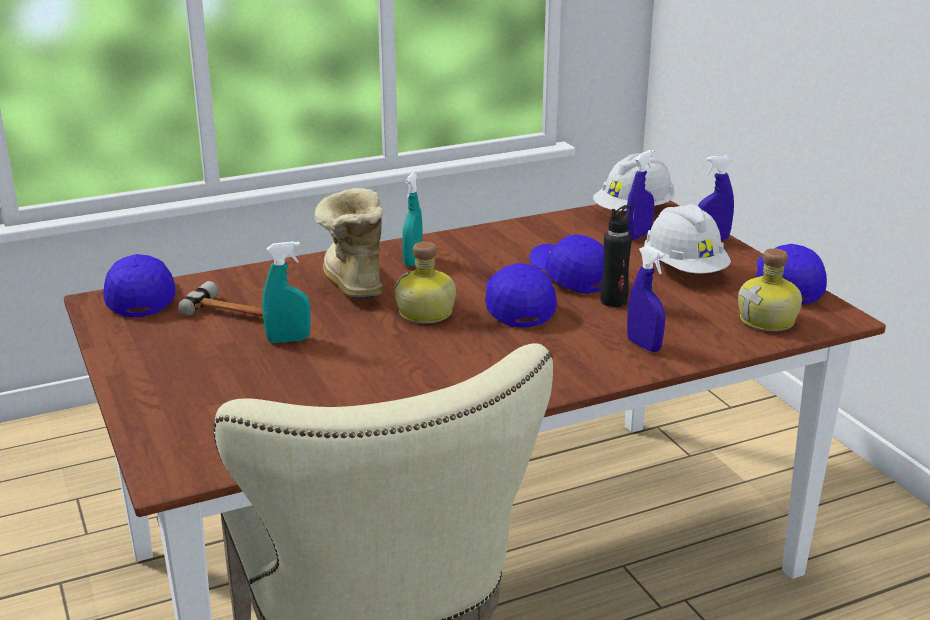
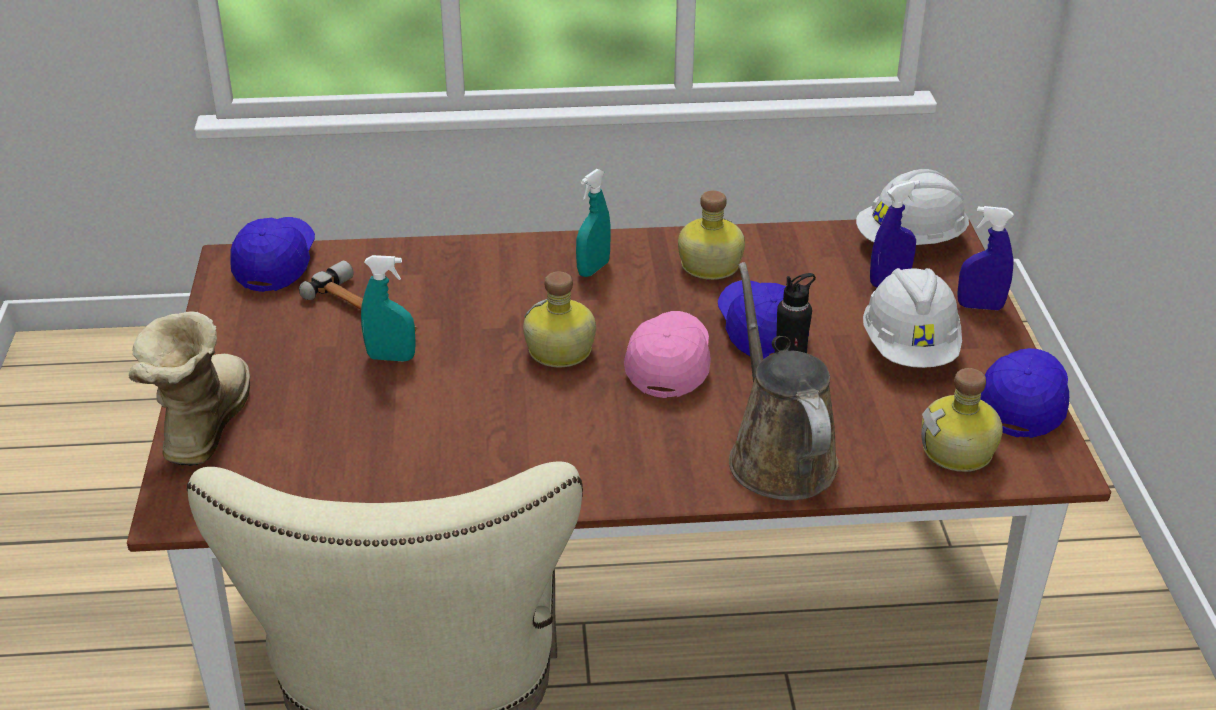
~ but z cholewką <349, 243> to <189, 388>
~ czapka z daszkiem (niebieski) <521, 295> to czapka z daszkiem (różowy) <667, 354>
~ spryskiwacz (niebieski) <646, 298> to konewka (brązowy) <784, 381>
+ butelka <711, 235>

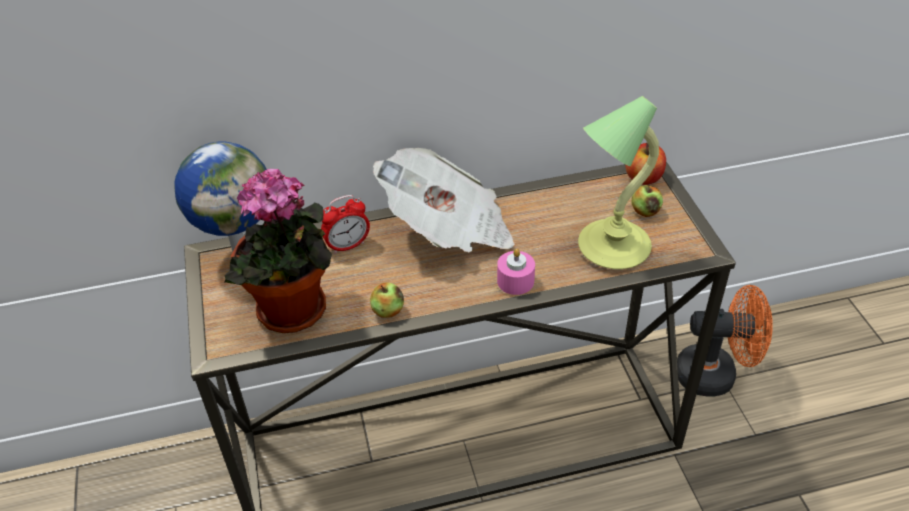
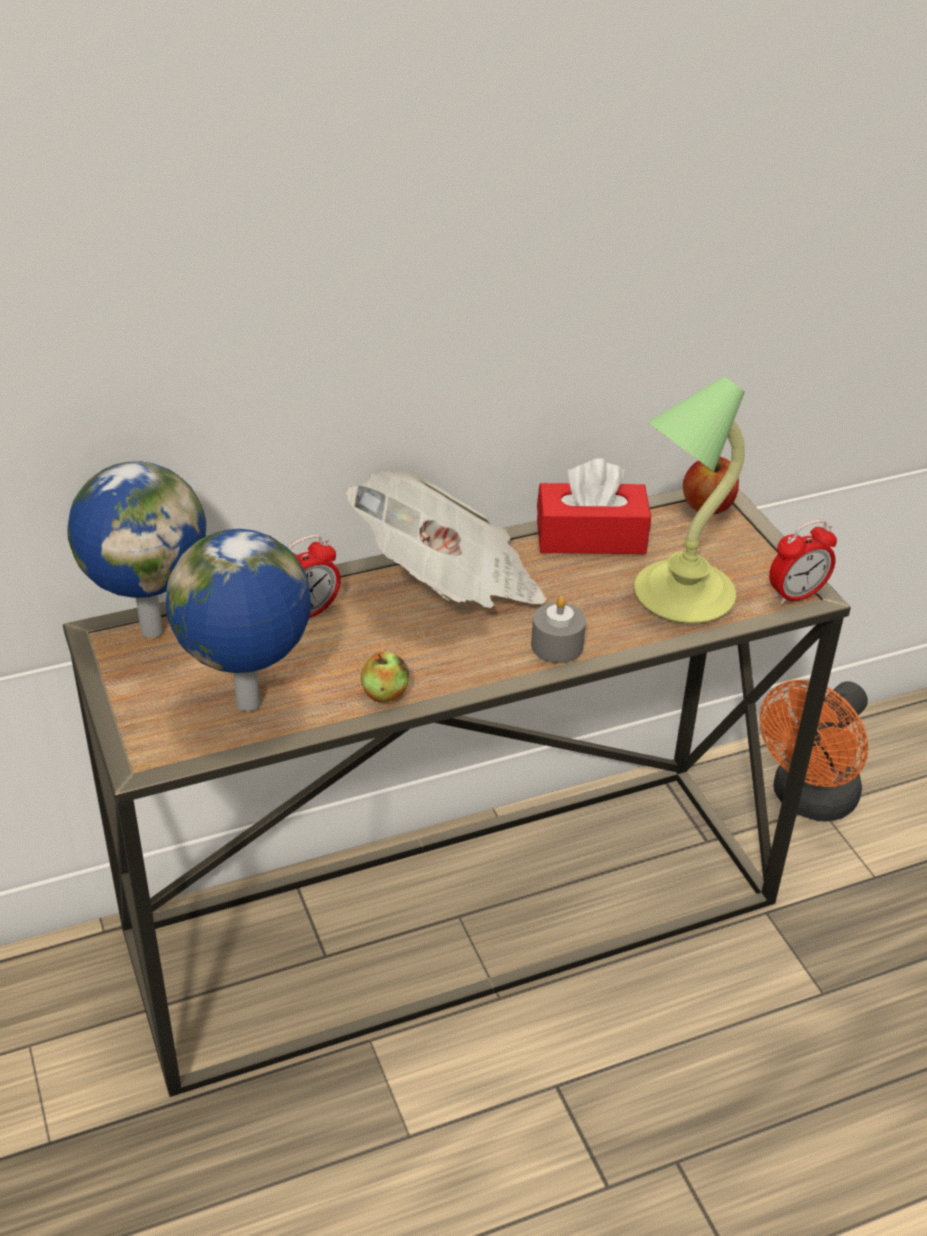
~ roślina doniczkowa <278, 250> to globus <238, 620>
~ świeca (różowy) <516, 272> to świeca (szary) <558, 629>
- jabłko <647, 200>
~ wentylator (pomarańczowy) <725, 341> = <814, 750> 135 degrees clockwise
+ pudełko chusteczek (czerwony) <594, 506>
+ budzik <803, 562>

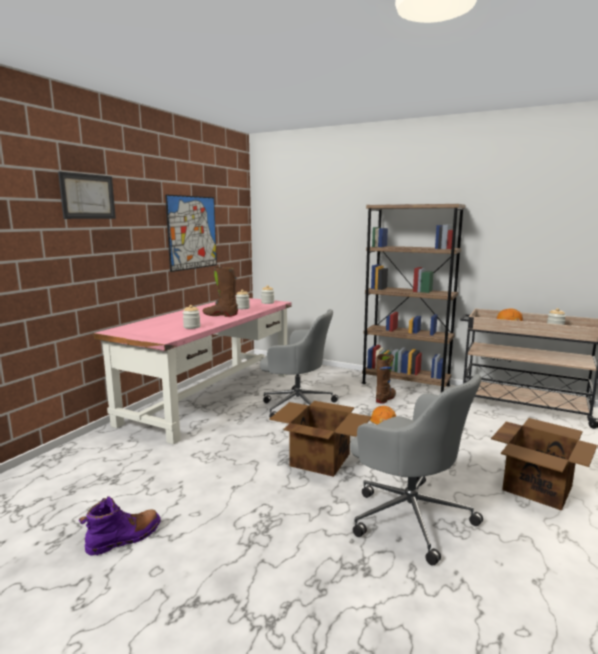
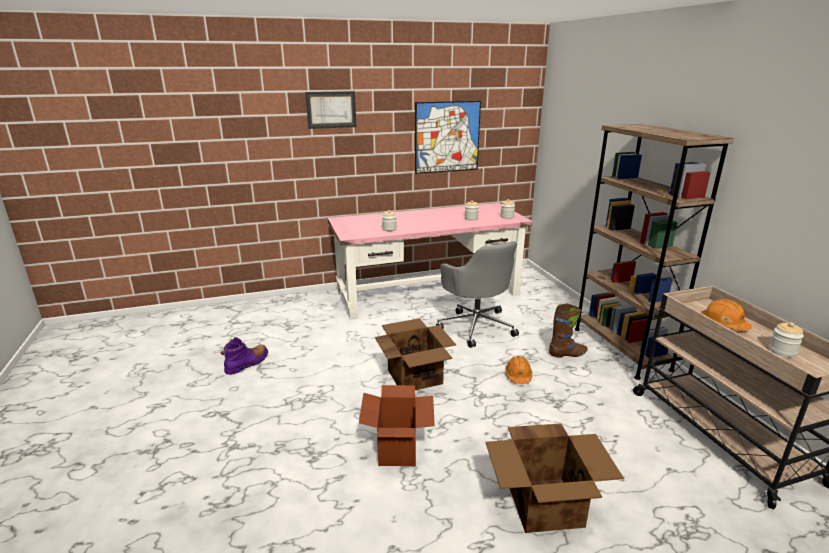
~ but z cholewką (fioletowy) <120, 526> = <244, 356> 60 degrees counterclockwise
- but z cholewką (brązowy) <220, 292>
~ krzesło biurowe (szary) <416, 469> to karton <397, 425>

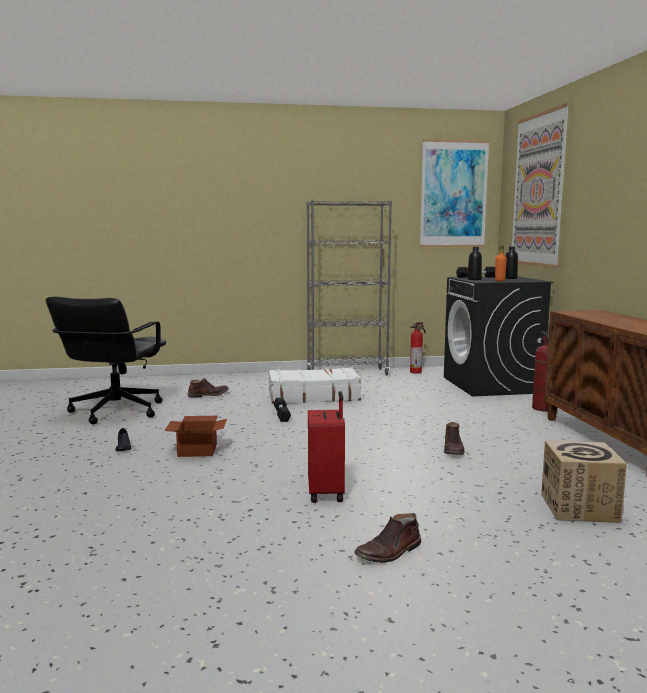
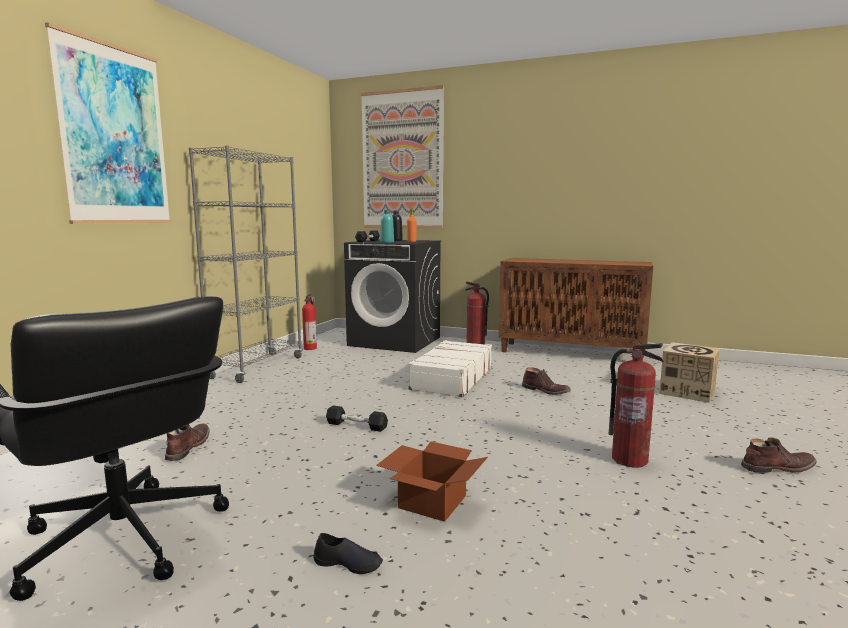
~ walizka (biały) <315, 386> to <450, 368>
~ walizka (czerwony) <326, 447> to gaśnica <636, 405>
~ but z cholewką (brązowy) <387, 538> = <779, 455> 90 degrees counterclockwise
~ obraz <455, 193> to <108, 123>
~ butelka (czarny) <474, 263> to butelka (turkusowy) <387, 226>

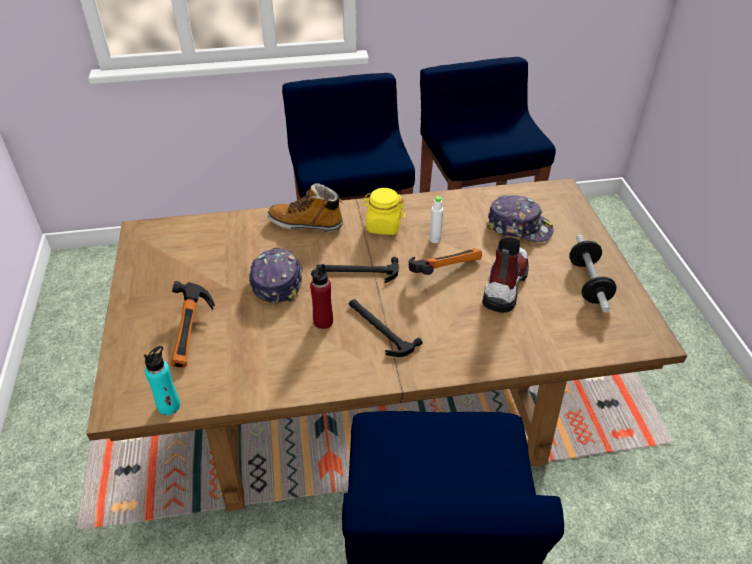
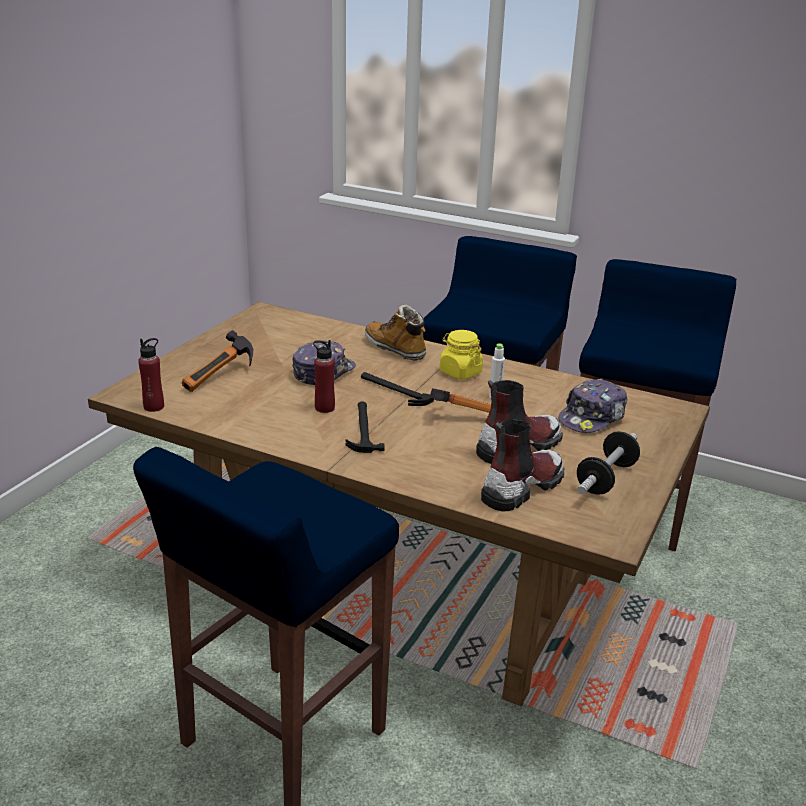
~ butelka (turkusowy) <162, 380> to butelka (czerwony) <151, 375>
~ czapka z daszkiem <520, 218> = <592, 406> 75 degrees clockwise
+ but z cholewką <522, 465>

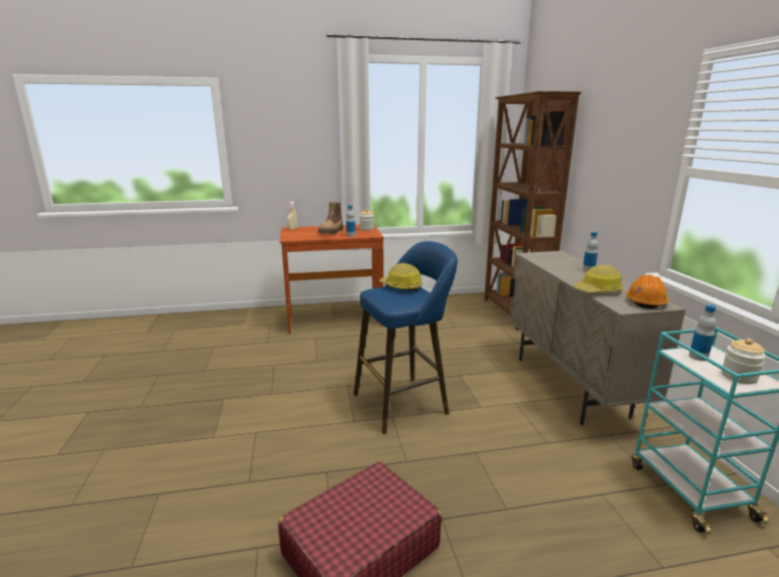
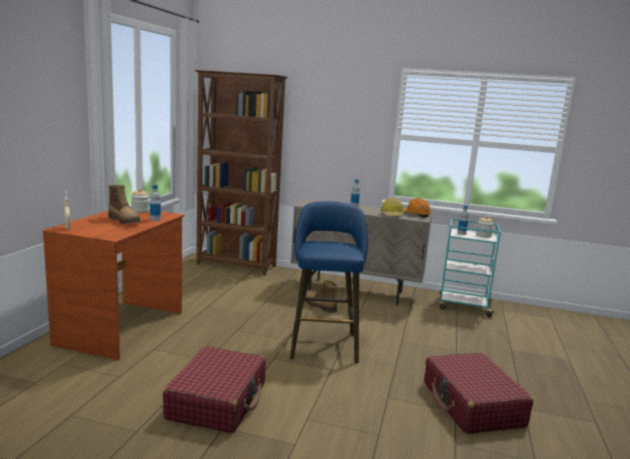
- kask <401, 277>
+ walizka (czerwony) <214, 389>
+ but z cholewką <321, 296>

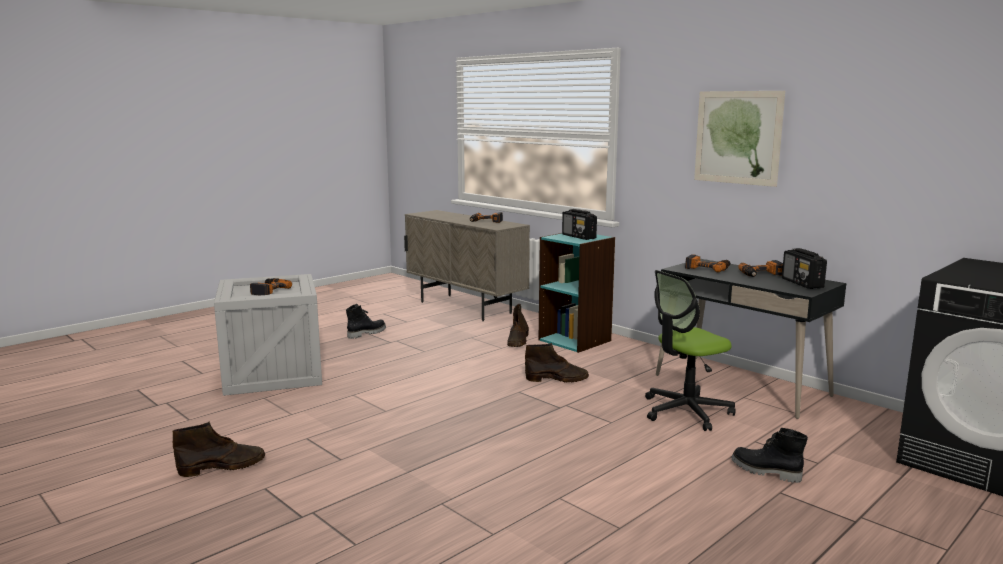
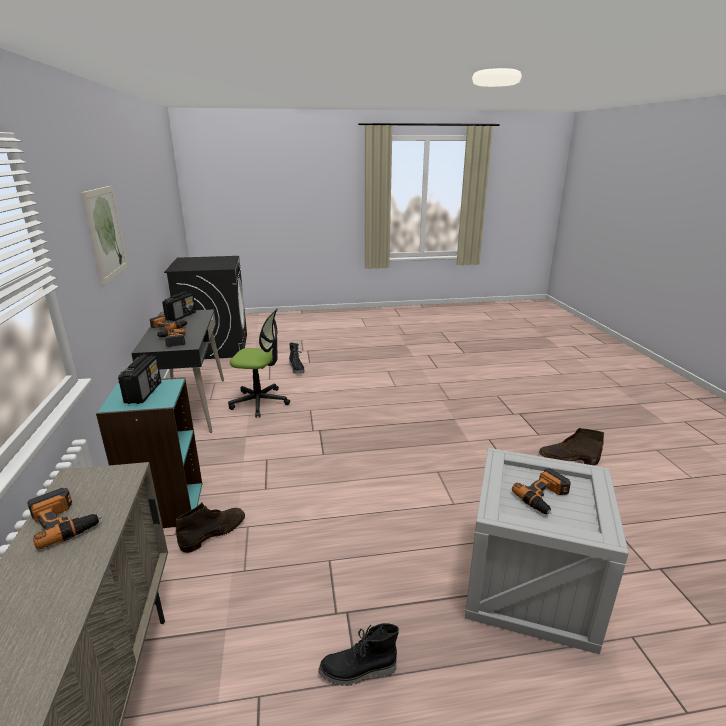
- but z cholewką (brązowy) <557, 363>

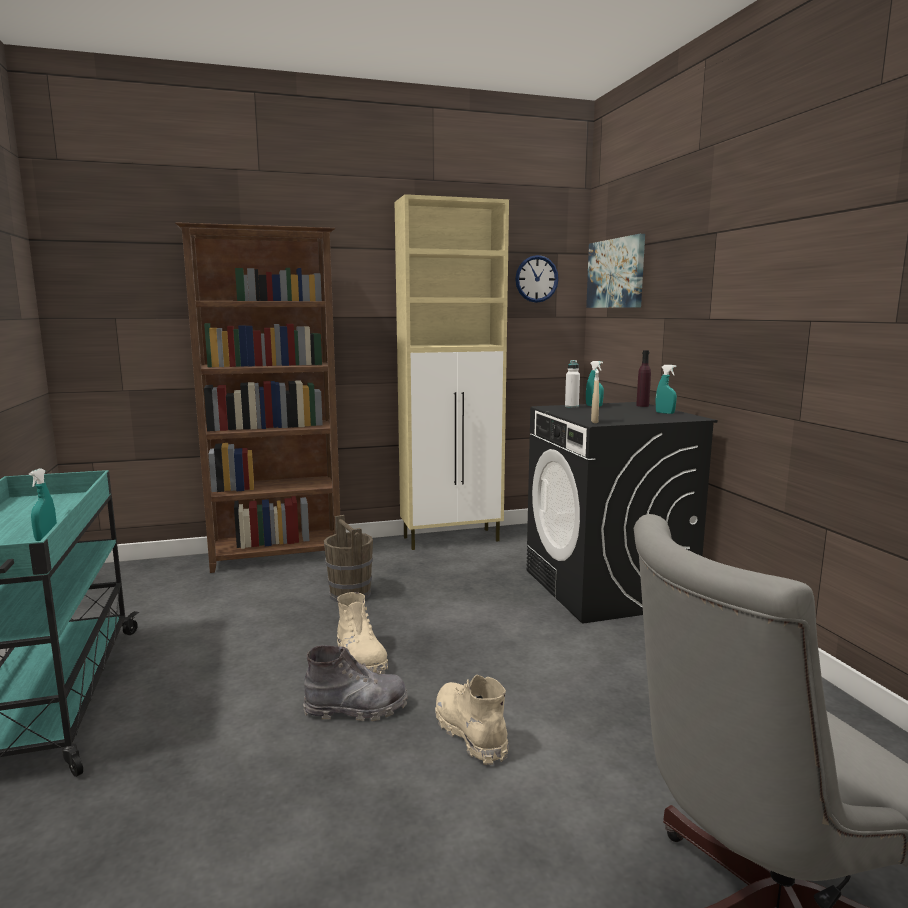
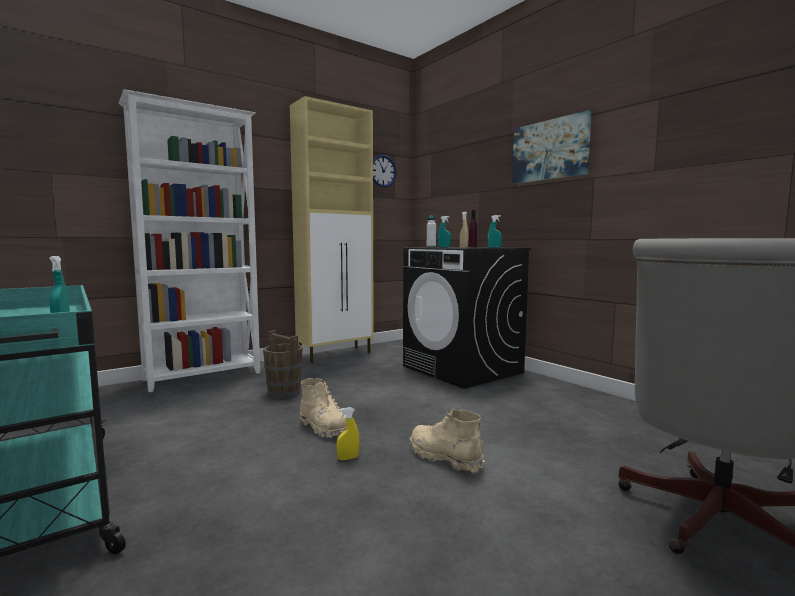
~ regał (brązowy) <257, 397> to regał (biały) <189, 240>
~ but z cholewką (szary) <355, 683> to spryskiwacz (żółty) <348, 433>
~ obraz <615, 271> to <552, 147>

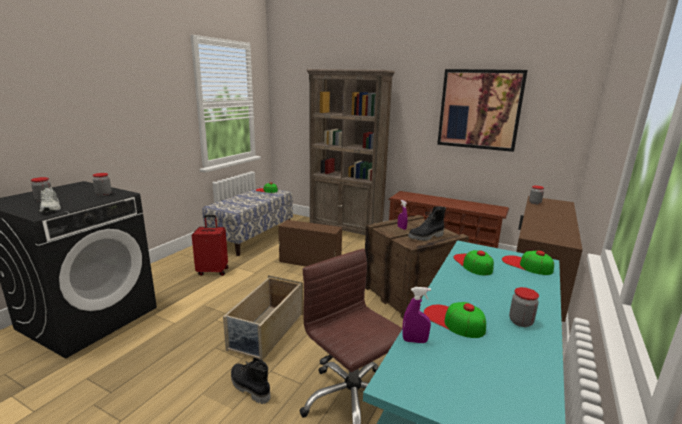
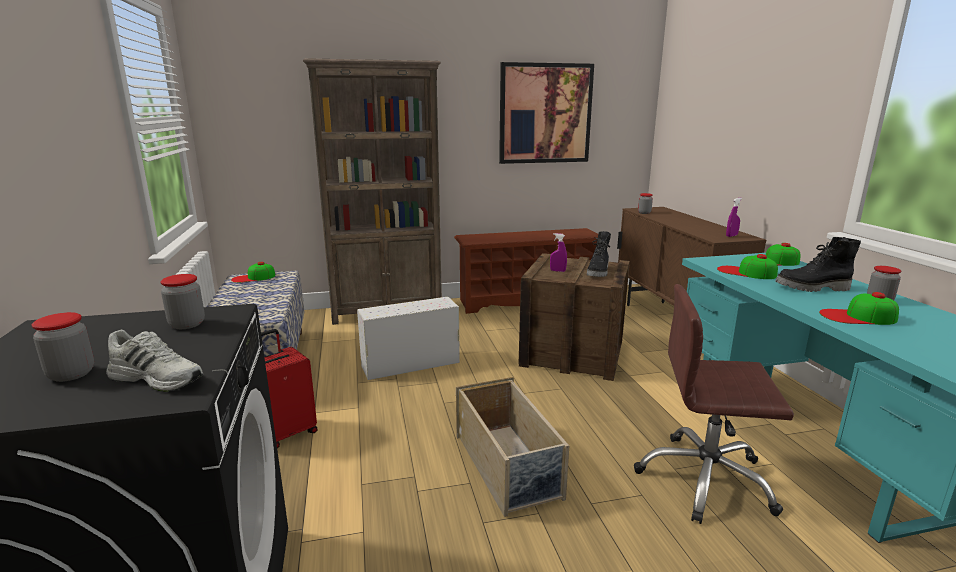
~ but z cholewką (czarny) <250, 380> to <818, 264>
~ pojemnik do przechowywania (brązowy) <310, 243> to pojemnik do przechowywania (biały) <408, 338>
~ spryskiwacz (fioletowy) <416, 315> to <734, 217>

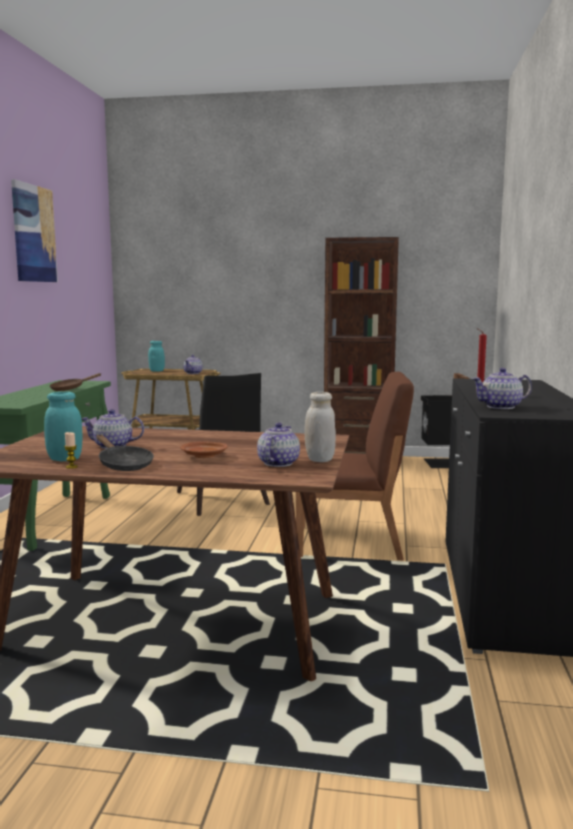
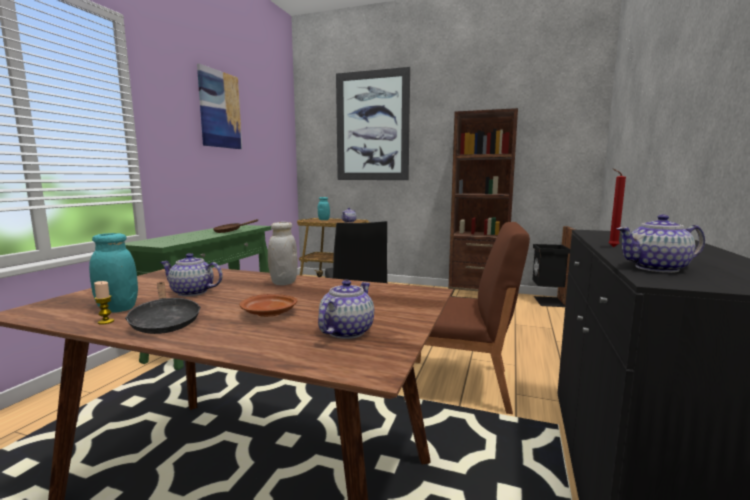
~ słoik (biały) <320, 427> to <283, 253>
+ obraz <373, 123>

